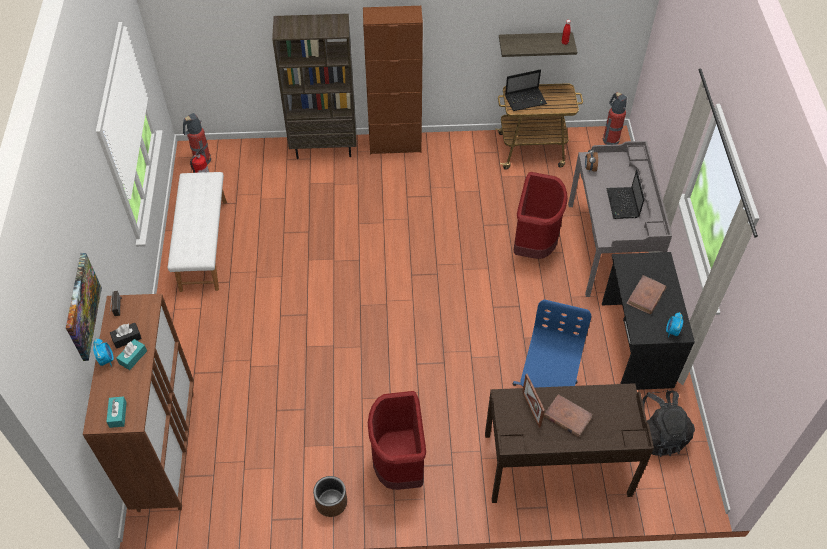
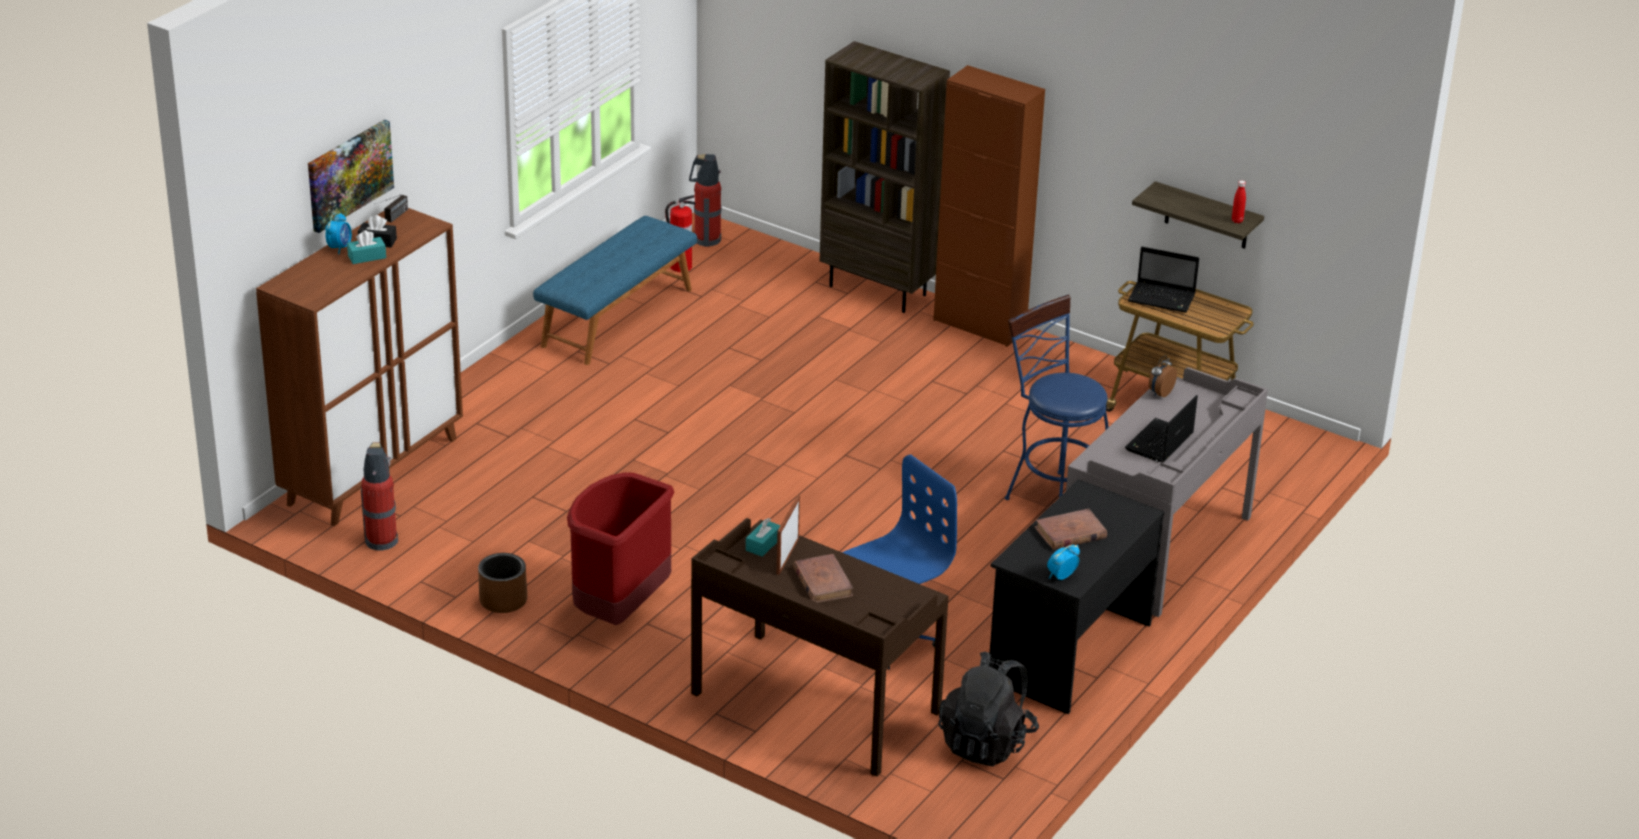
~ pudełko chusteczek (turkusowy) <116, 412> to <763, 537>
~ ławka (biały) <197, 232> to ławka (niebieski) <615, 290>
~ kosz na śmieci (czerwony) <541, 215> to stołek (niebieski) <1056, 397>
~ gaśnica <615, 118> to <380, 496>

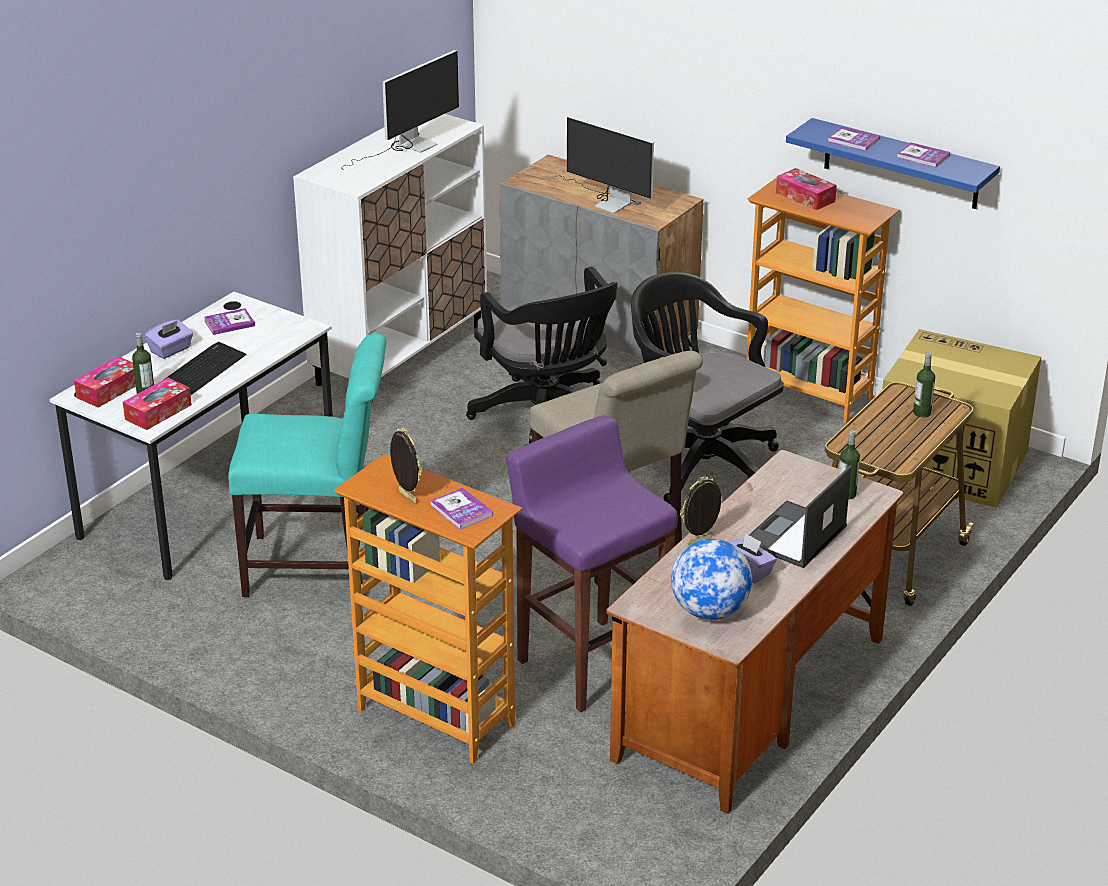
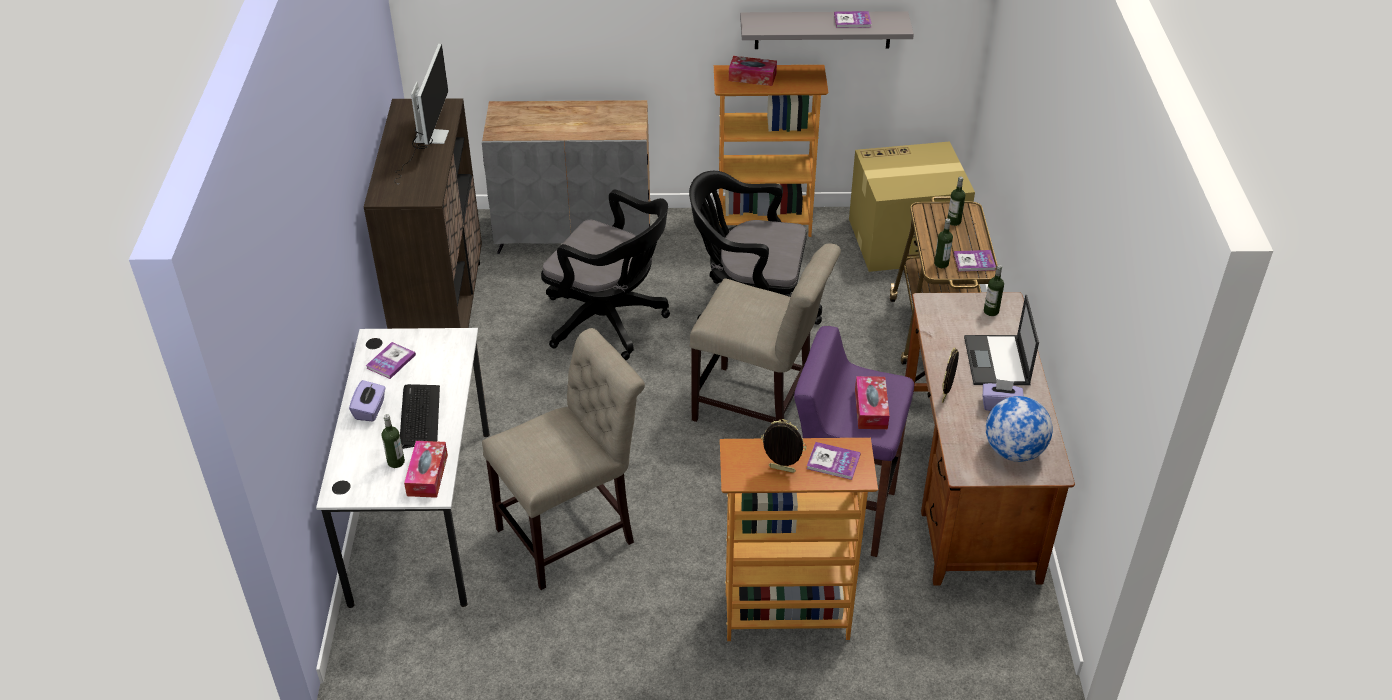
~ pudełko chusteczek <105, 382> to <872, 402>
~ krzesło (turkusowy) <307, 465> to krzesło (beżowy) <563, 459>
~ szafka (biały) <390, 258> to szafka (brązowy) <423, 213>
- monitor <604, 165>
~ półka (niebieski) <893, 163> to półka (szary) <827, 30>
~ książka <853, 139> to <975, 260>
+ butelka <943, 243>

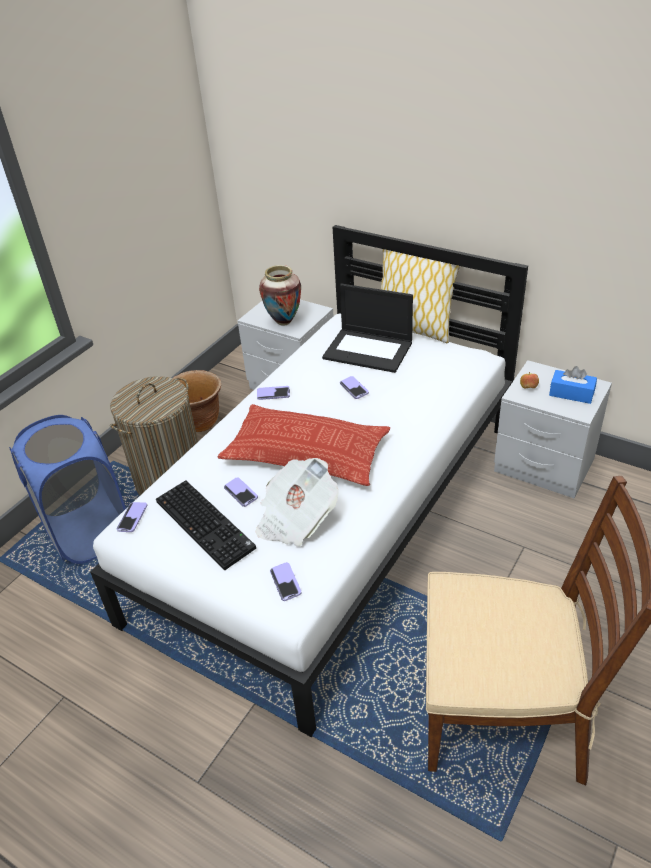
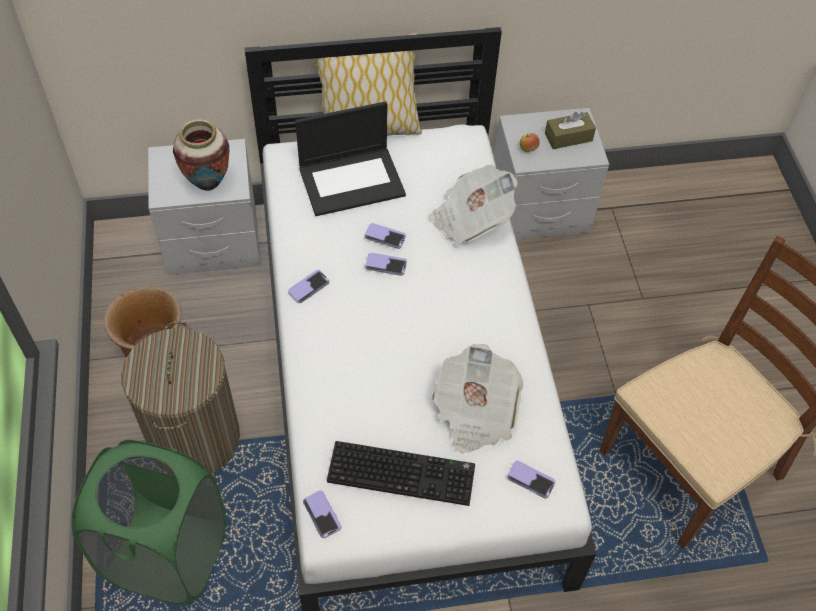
~ kosz na pranie (niebieski) <67, 489> to kosz na pranie (zielony) <149, 522>
- poduszka <304, 445>
~ telefon <241, 492> to <386, 264>
~ pudełko chusteczek (niebieski) <573, 385> to pudełko chusteczek (brązowy) <570, 130>
+ gazeta <473, 205>

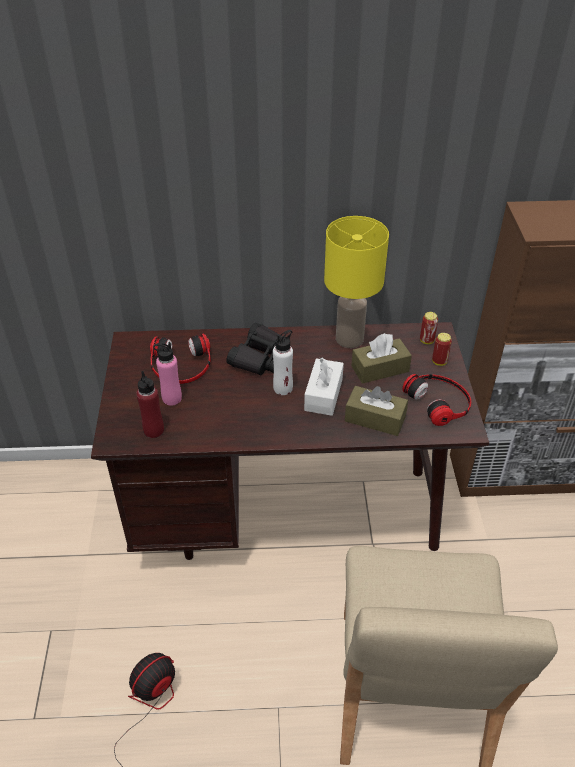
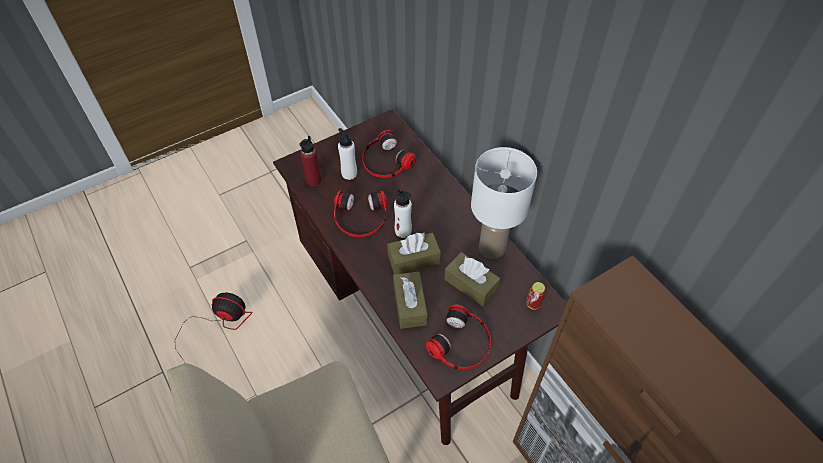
~ butelka (różowy) <167, 374> to butelka (biały) <347, 154>
- lornetka (czarny) <254, 349>
~ pudełko chusteczek (biały) <324, 387> to pudełko chusteczek (brązowy) <414, 254>
~ lampa stołowa (żółty) <356, 282> to lampa stołowa (biały) <504, 203>
- puszka <442, 349>
+ słuchawki <360, 213>

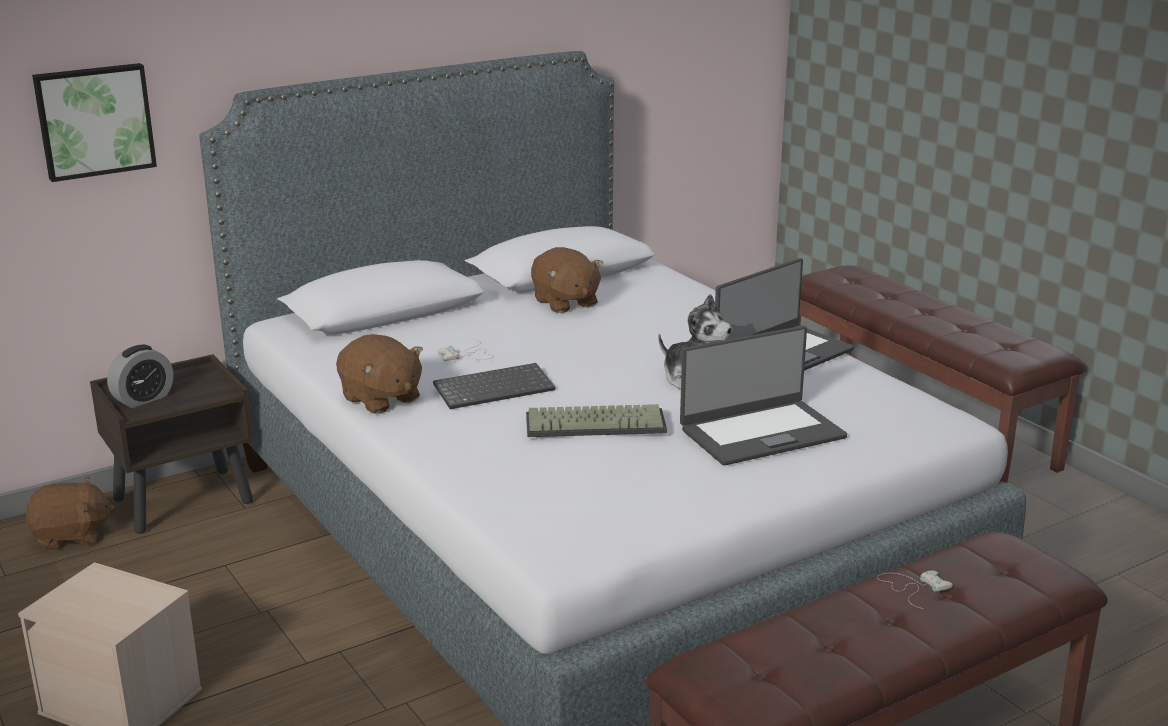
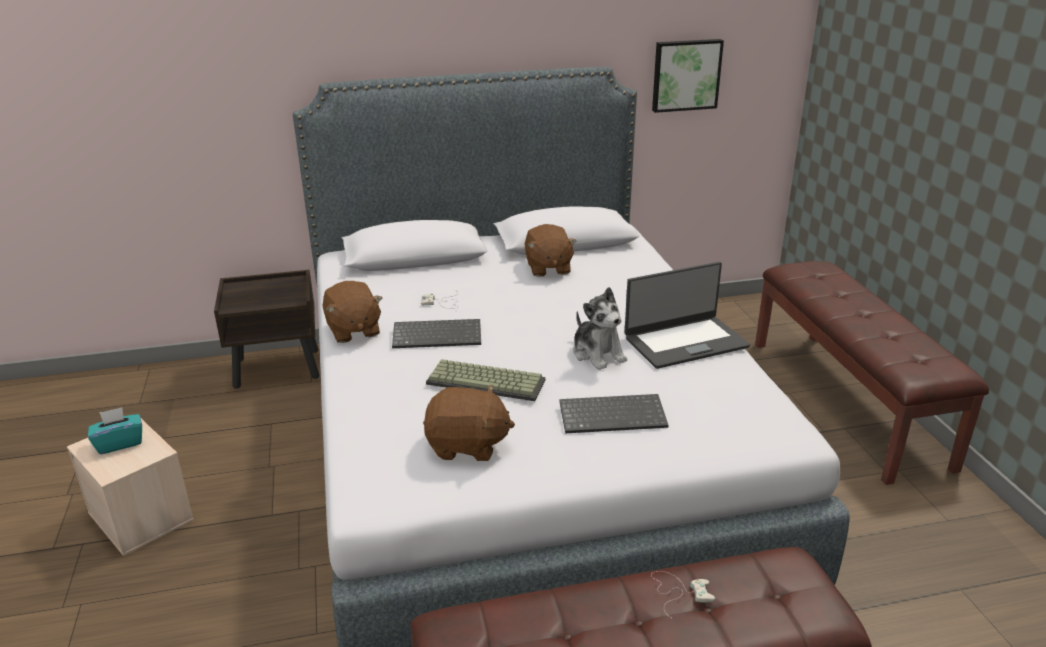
~ pluszak (brązowy) <70, 513> to <469, 423>
~ obraz <94, 122> to <688, 76>
- budzik <140, 376>
~ laptop <763, 395> to klawiatura <614, 413>
+ pudełko chusteczek (turkusowy) <115, 430>

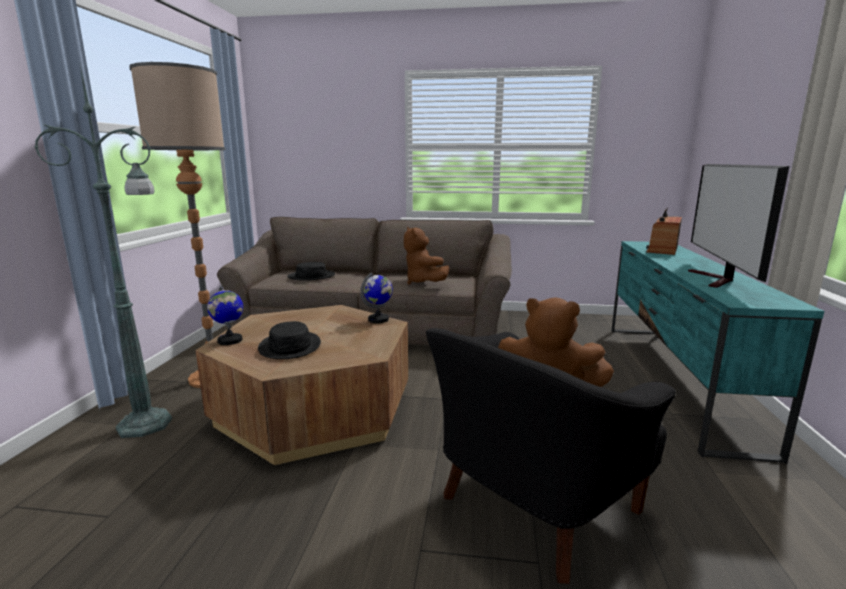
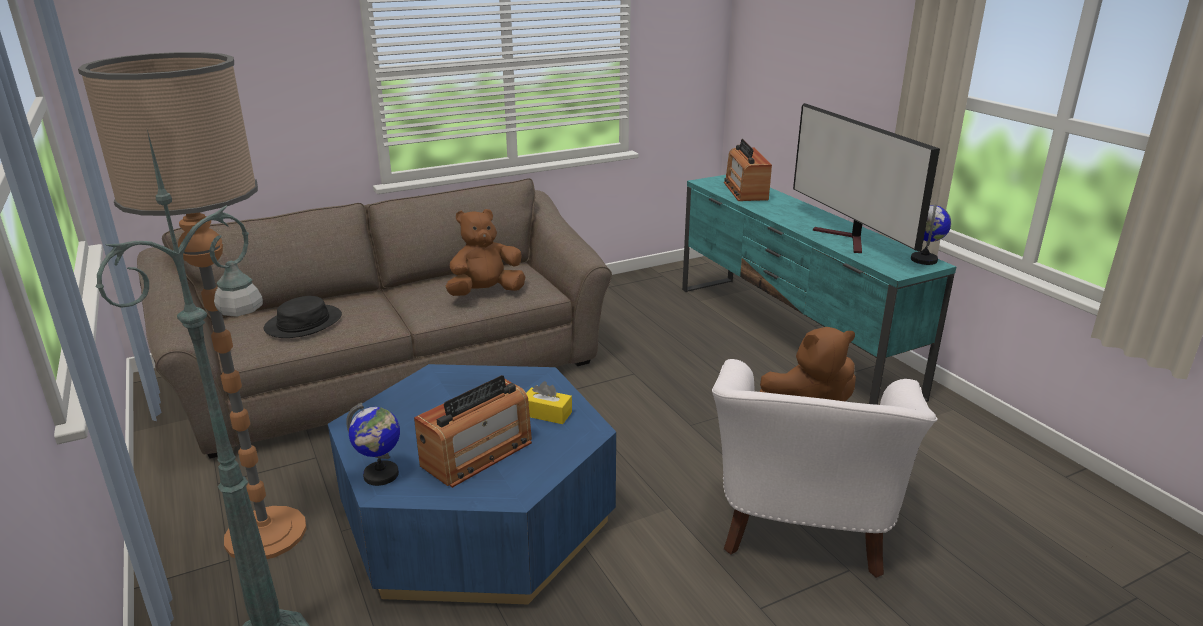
~ ława (brązowy) <302, 385> to ława (niebieski) <472, 484>
~ kapelusz (czarny) <289, 340> to radio <473, 431>
~ globus <376, 298> to <931, 234>
~ pluszak (brązowy) <426, 256> = <485, 252> 120 degrees clockwise
~ fotel (czarny) <551, 456> to fotel (biały) <825, 468>
+ pudełko chusteczek (żółty) <549, 402>

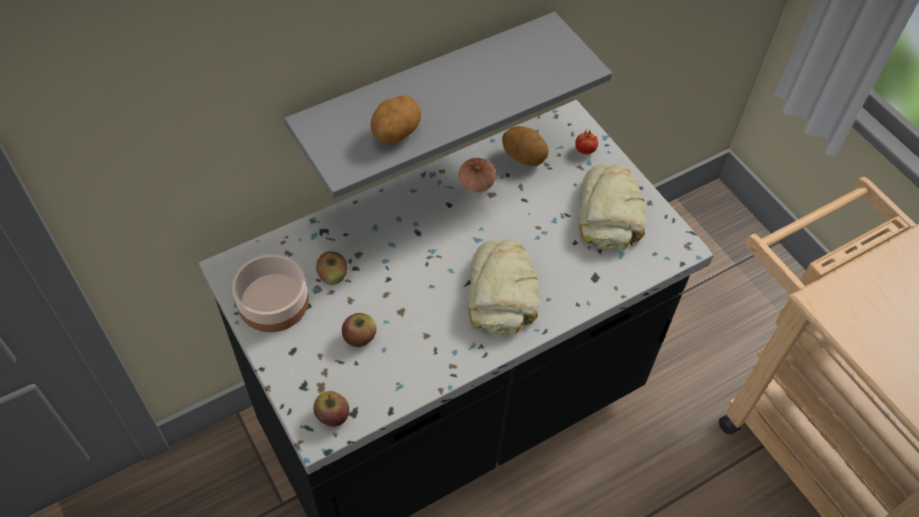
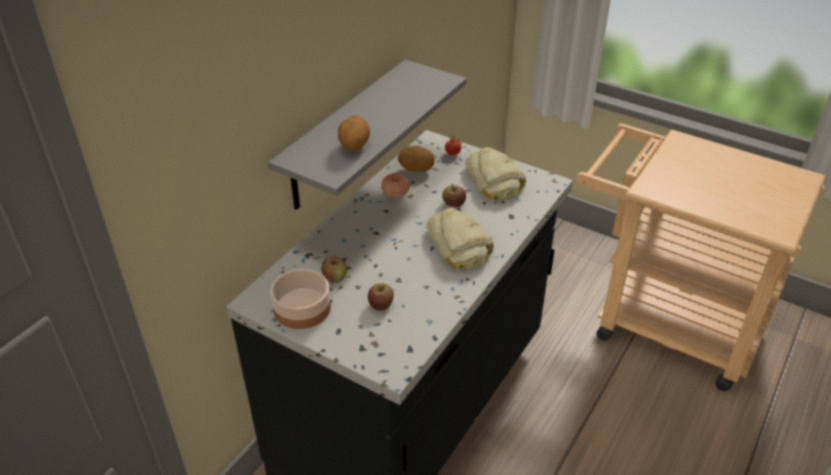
~ jabłko <331, 409> to <454, 195>

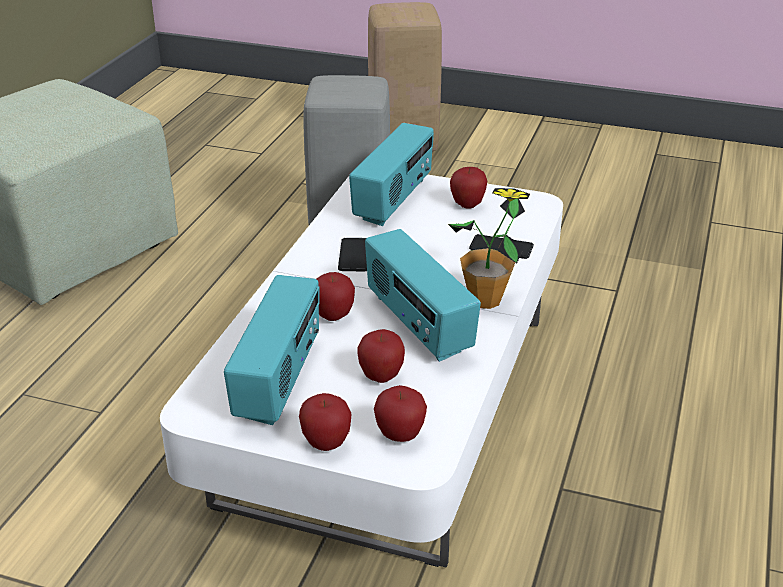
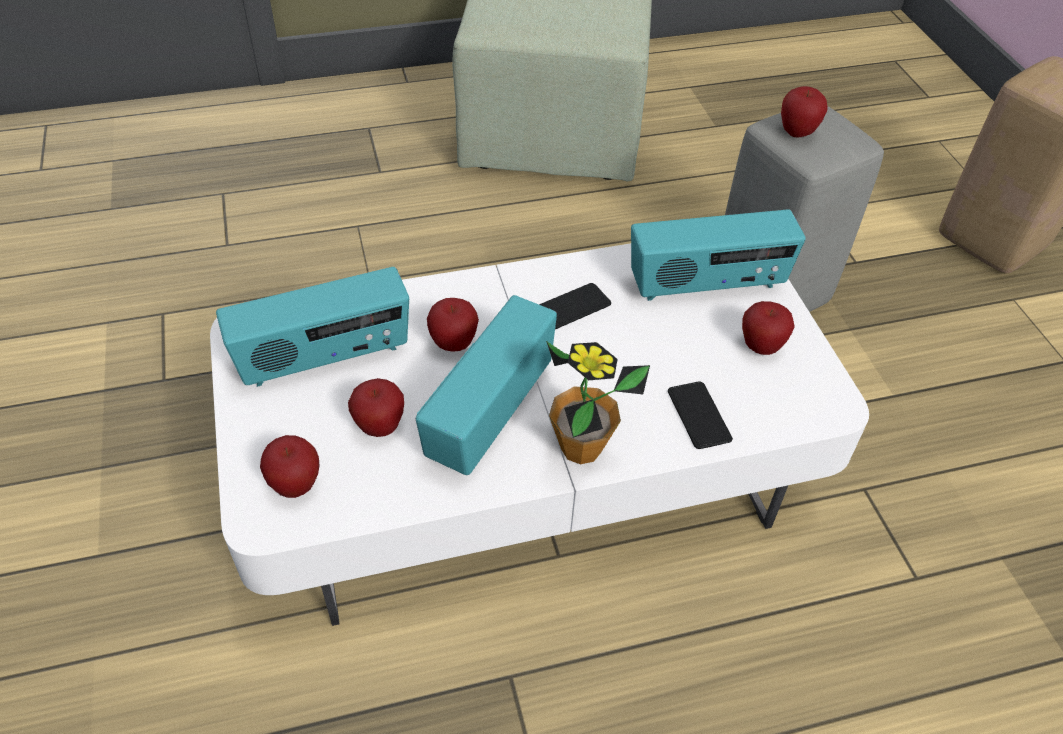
~ jabłko <325, 422> to <804, 111>

